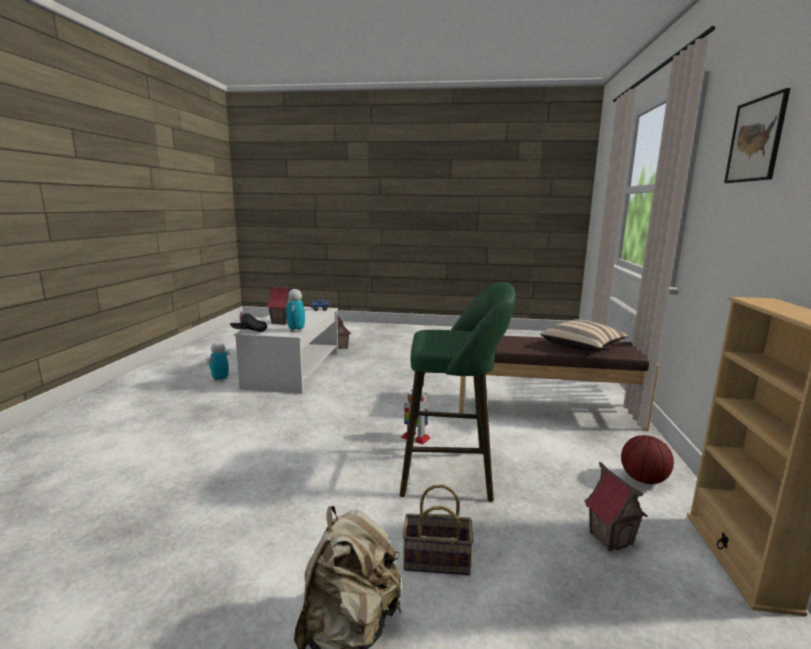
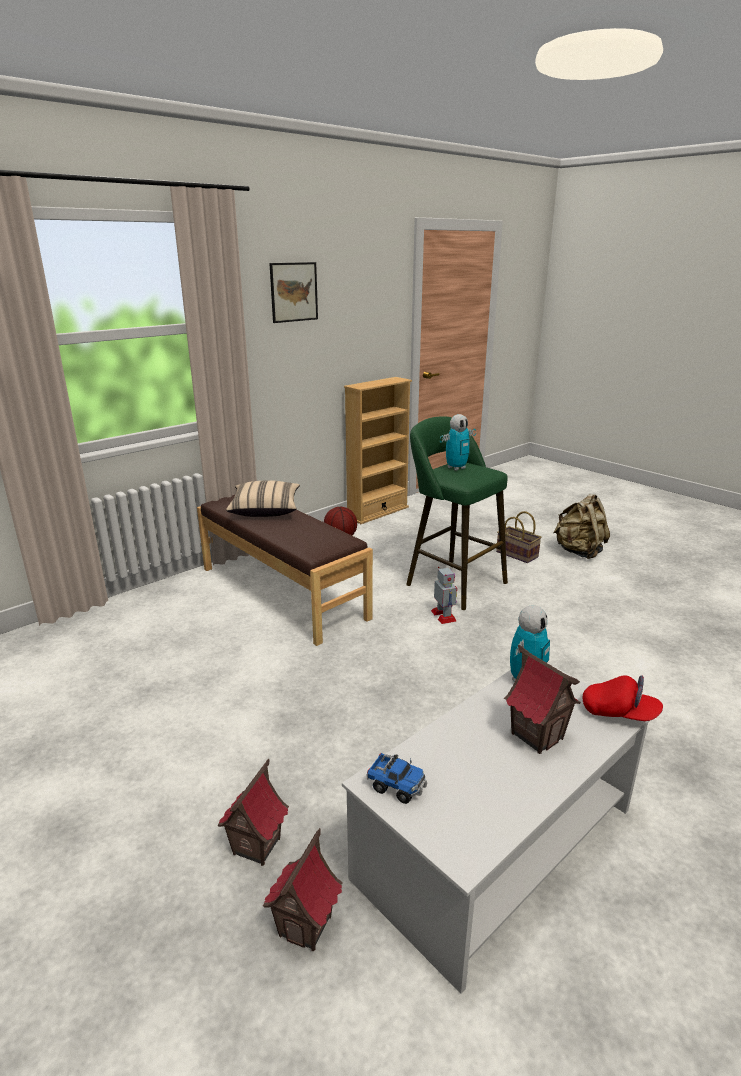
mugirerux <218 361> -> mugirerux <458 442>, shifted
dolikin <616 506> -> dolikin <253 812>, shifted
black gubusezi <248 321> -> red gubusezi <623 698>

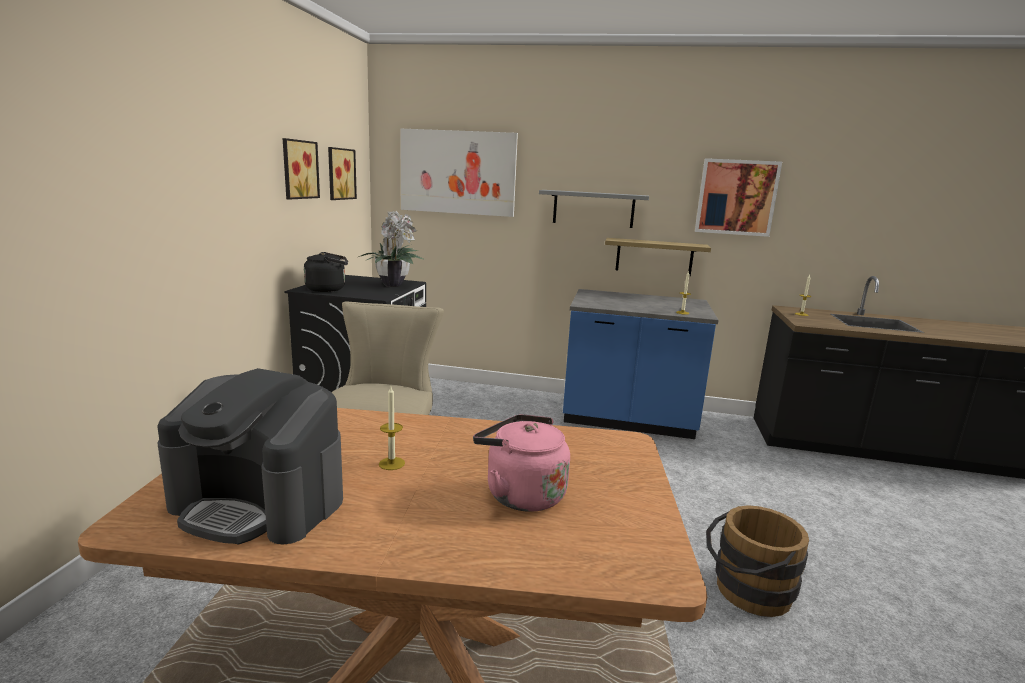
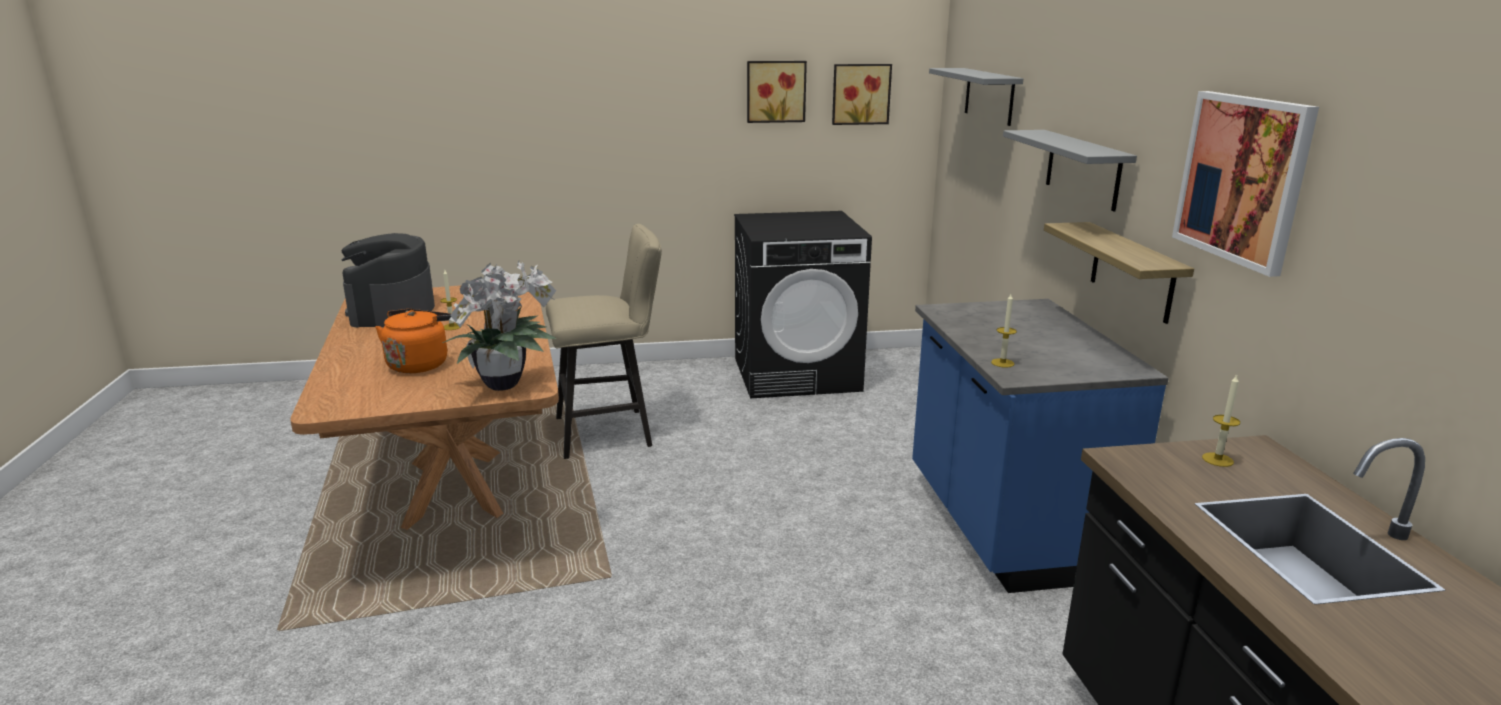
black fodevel <326 272> -> none
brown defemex <757 561> -> none
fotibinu <392 248> -> fotibinu <500 326>, shifted
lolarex <459 172> -> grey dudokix <976 97>
pink fodevel <521 463> -> orange fodevel <413 341>

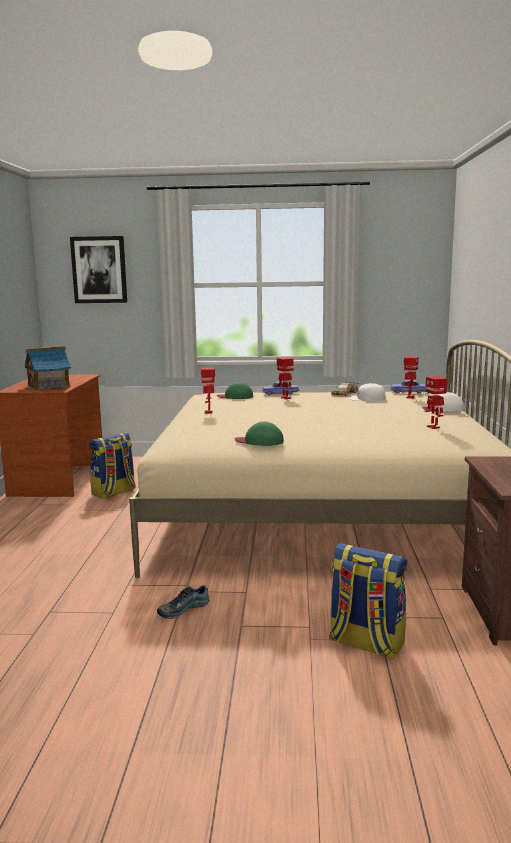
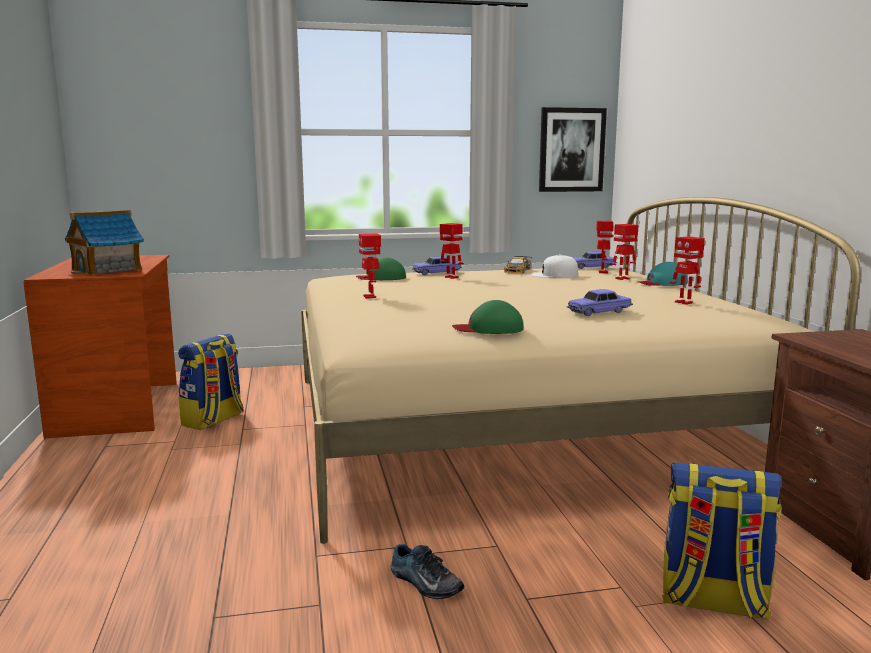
none -> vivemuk <600 302>
none -> mugirerux <624 252>
lolarex <98 269> -> lolarex <573 149>, shifted
white gubusezi <443 402> -> turquoise gubusezi <663 274>
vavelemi <183 602> -> vavelemi <427 571>, 90 degrees counterclockwise

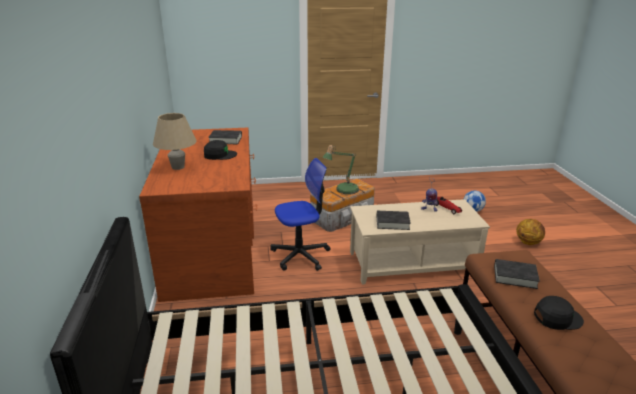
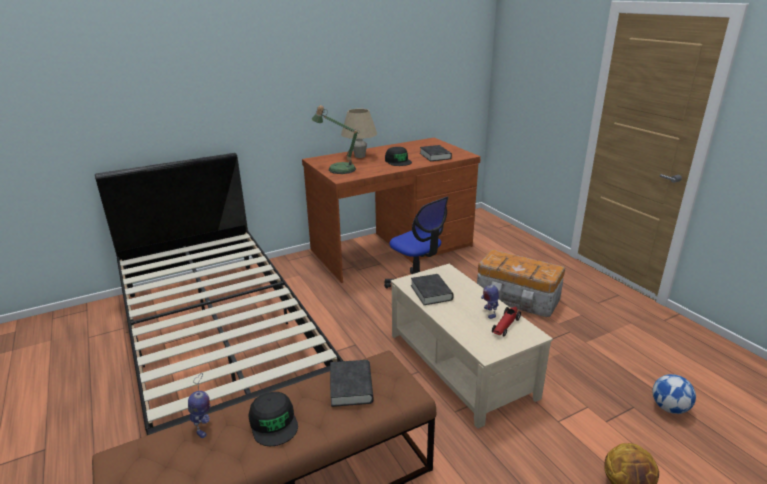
none -> mugirerux <199 405>
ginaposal <341 169> -> ginaposal <335 139>, shifted

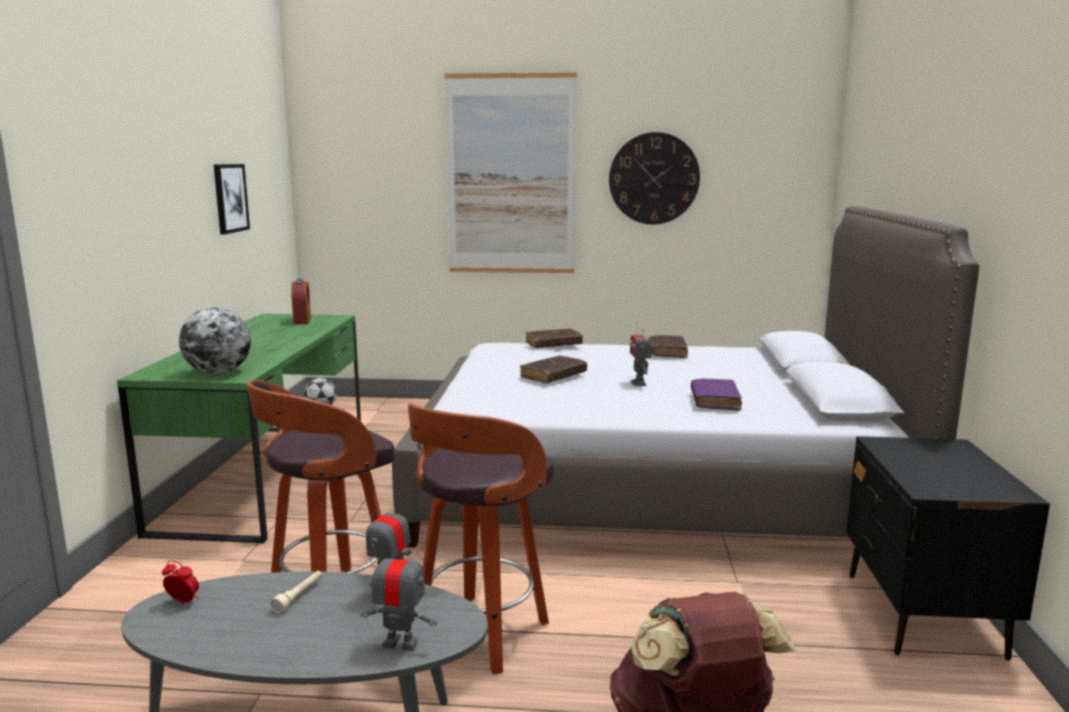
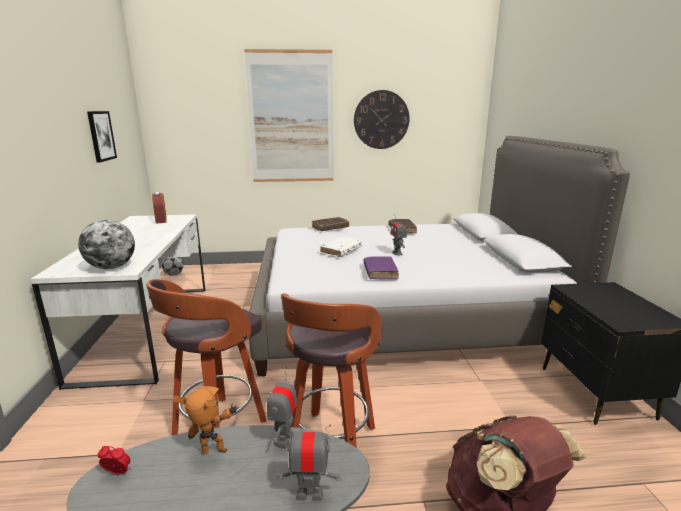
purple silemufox <716 394> -> purple silemufox <381 268>, shifted
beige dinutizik <296 592> -> mugirerux <205 420>
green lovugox <239 429> -> white lovugox <117 302>
brown silemufox <553 369> -> white silemufox <341 247>

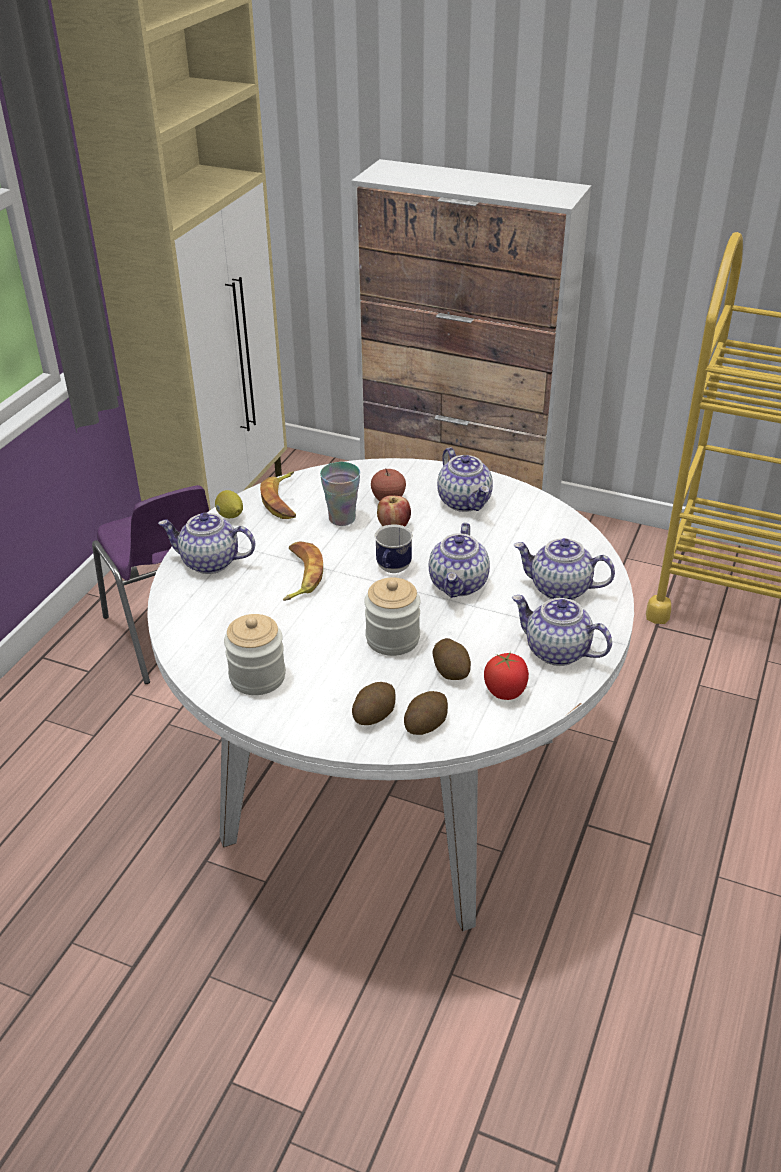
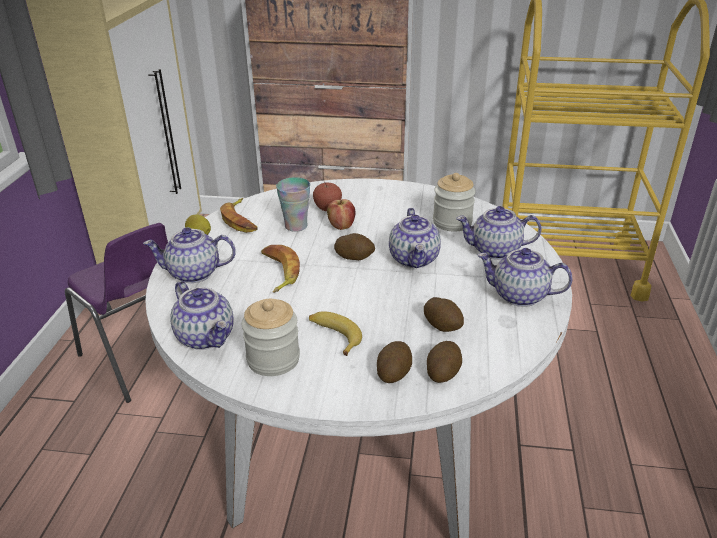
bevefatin <506 676> -> none
none -> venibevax <335 333>
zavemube <392 616> -> zavemube <454 202>, shifted
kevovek <465 479> -> kevovek <202 315>, shifted
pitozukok <393 548> -> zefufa <354 246>

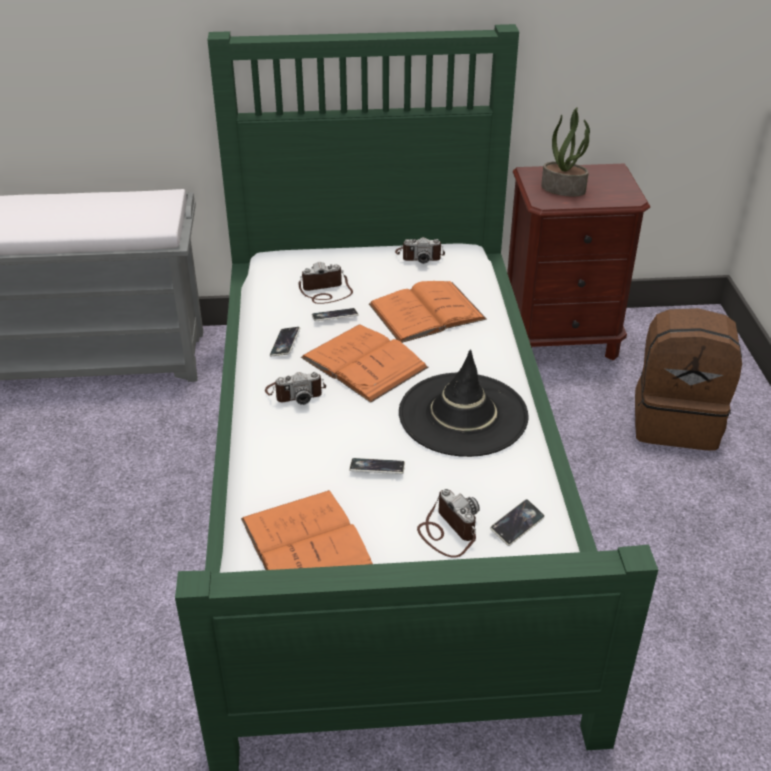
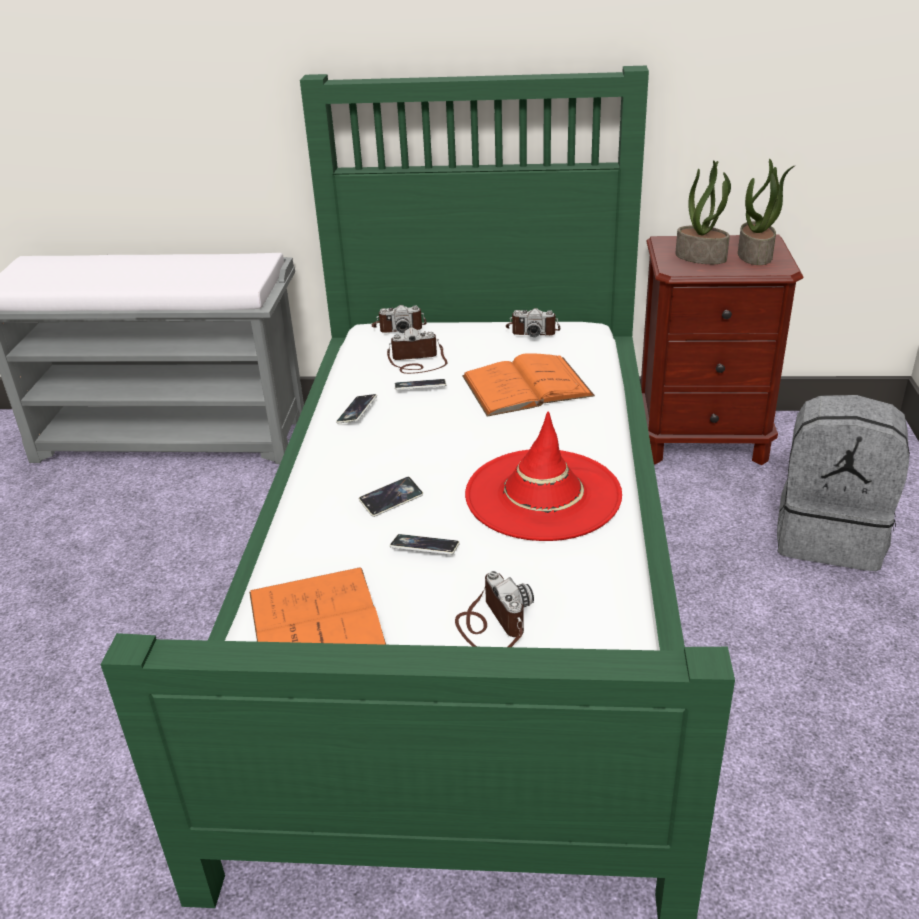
orange silemufox <364 364> -> none
none -> fotibinu <766 212>
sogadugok <295 388> -> sogadugok <399 319>, shifted
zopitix <517 522> -> zopitix <391 497>, shifted
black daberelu <464 403> -> red daberelu <543 476>
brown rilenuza <688 379> -> grey rilenuza <843 483>

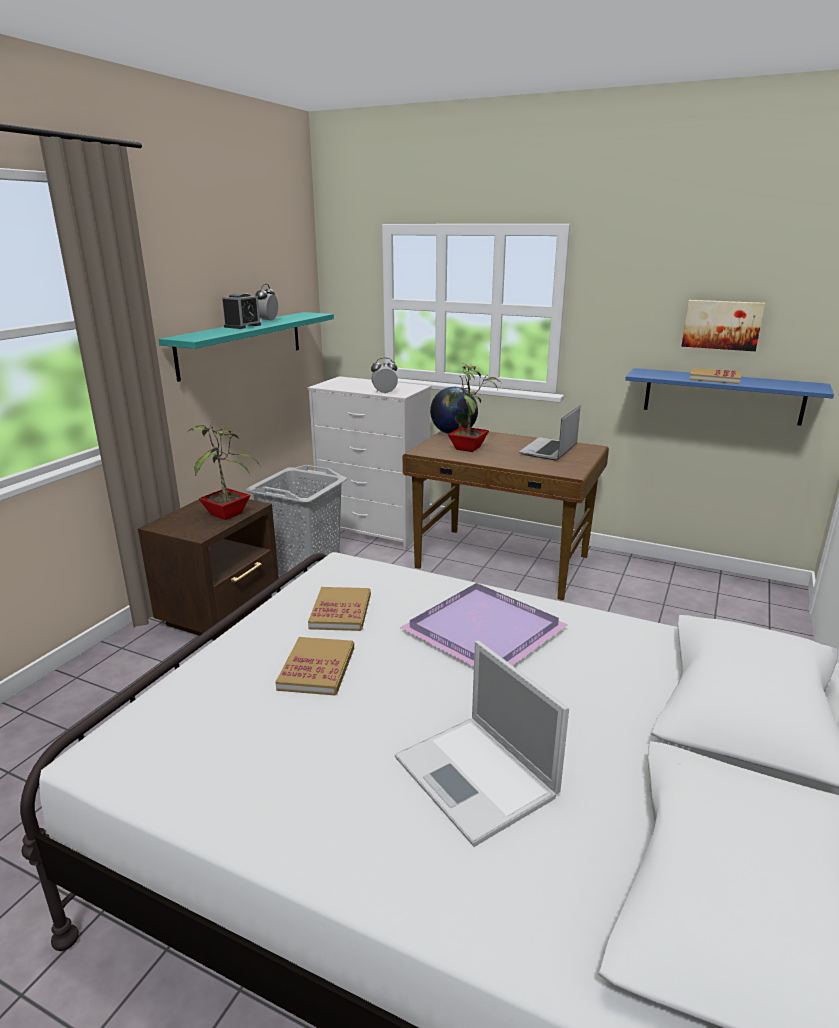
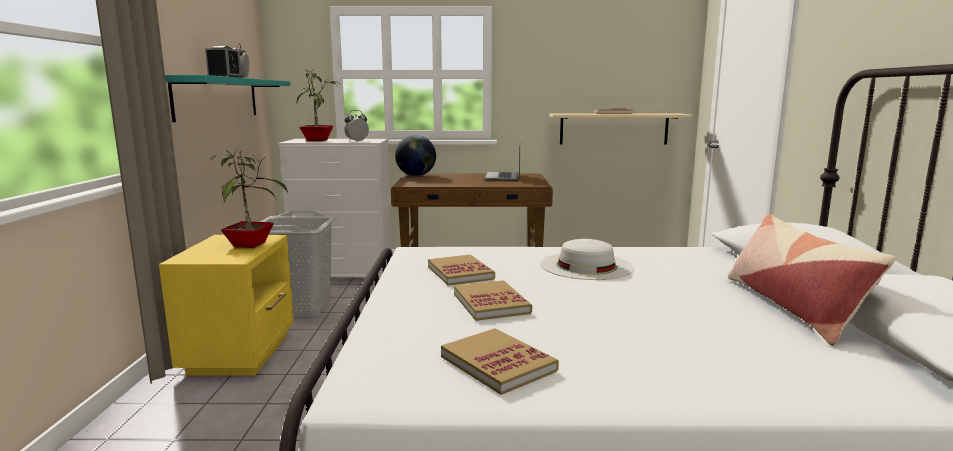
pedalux <482 744> -> none
lolarex <723 325> -> none
none -> silemufox <500 361>
none -> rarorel <812 280>
fotibinu <474 407> -> fotibinu <317 104>, shifted
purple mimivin <484 625> -> white daberelu <587 259>
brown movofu <208 566> -> yellow movofu <226 305>
blue dudokix <729 397> -> beige dudokix <621 128>

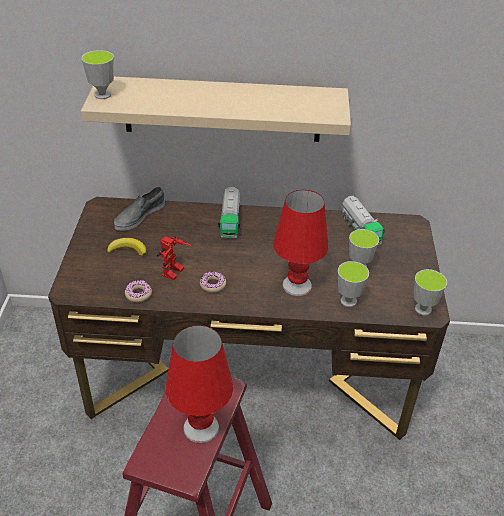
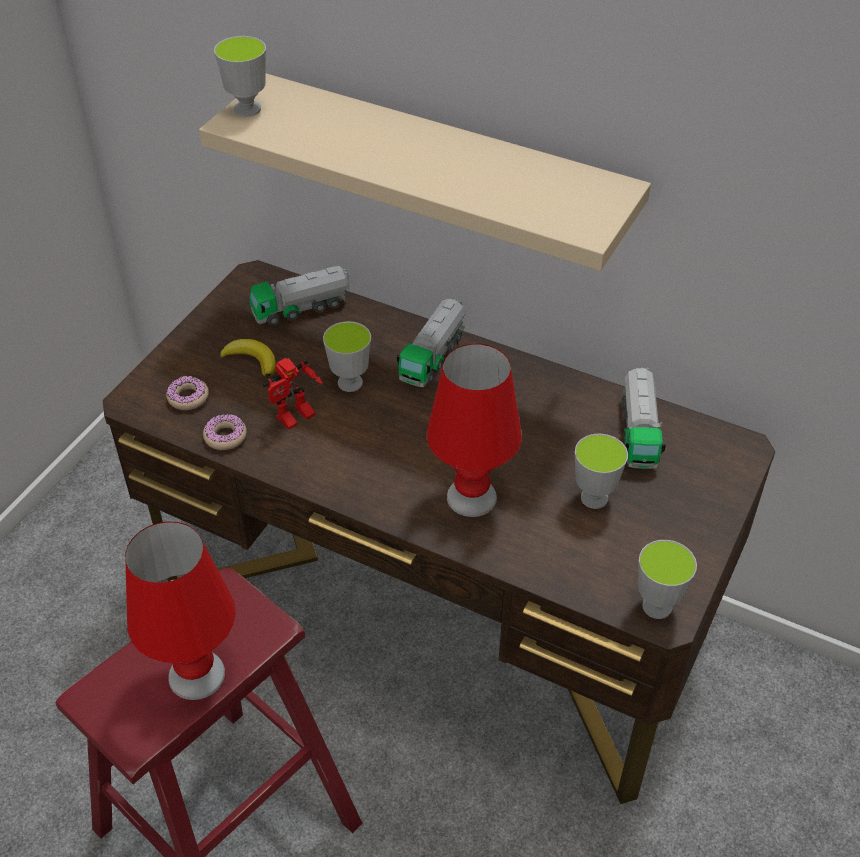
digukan <213 282> -> digukan <187 393>, shifted
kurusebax <353 284> -> kurusebax <347 356>, shifted
grey vavelemi <139 209> -> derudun <299 296>

